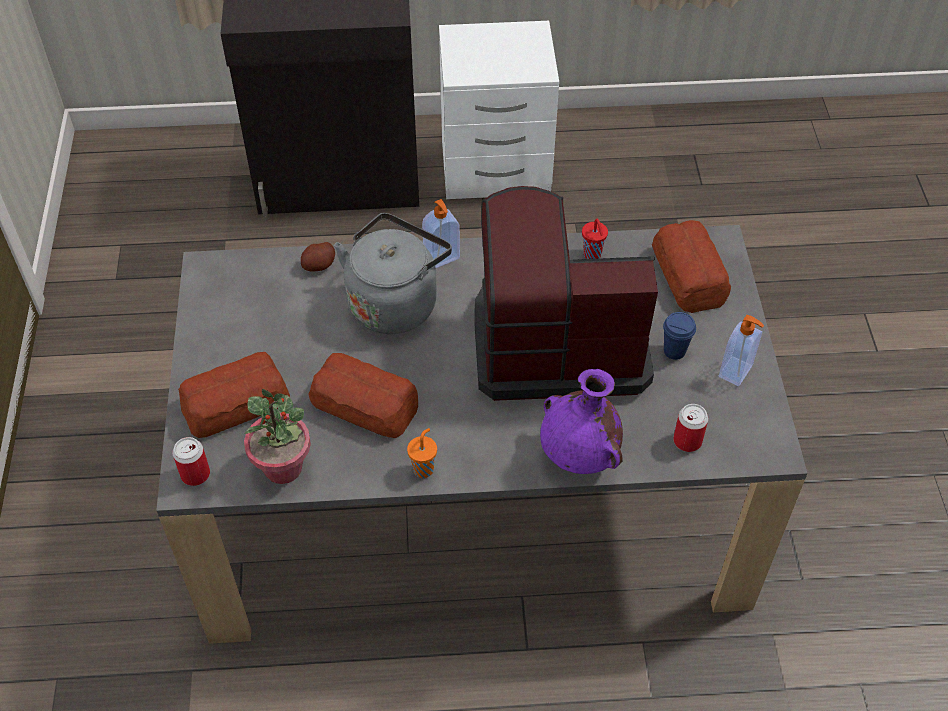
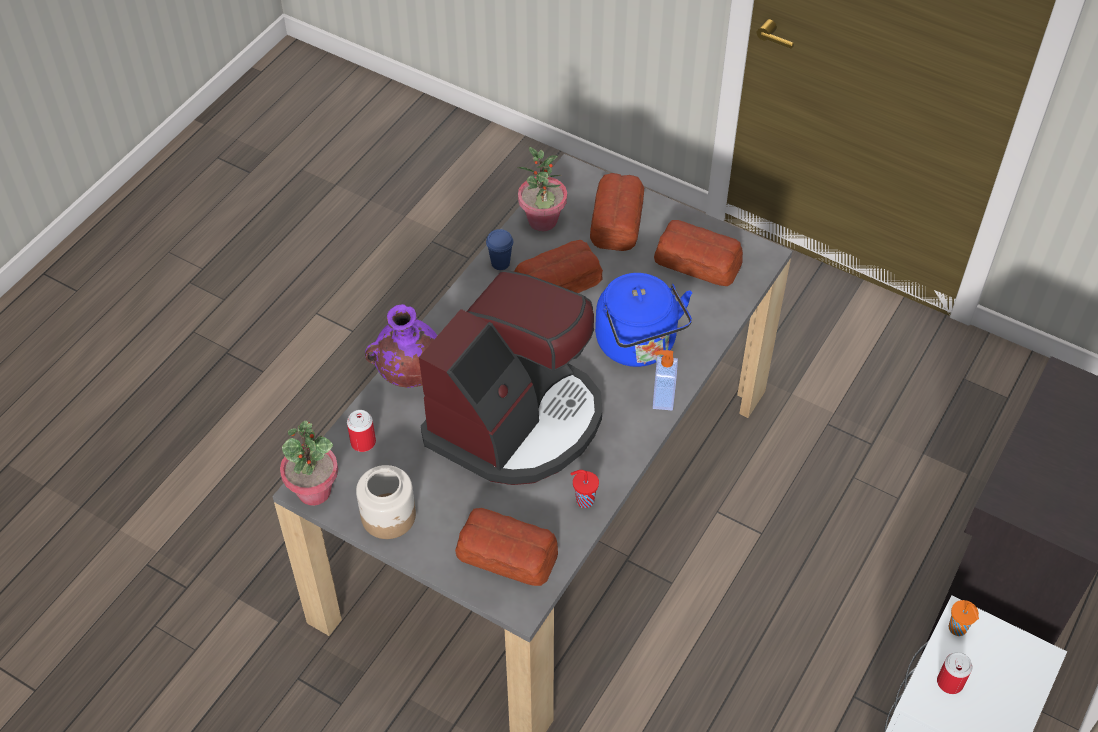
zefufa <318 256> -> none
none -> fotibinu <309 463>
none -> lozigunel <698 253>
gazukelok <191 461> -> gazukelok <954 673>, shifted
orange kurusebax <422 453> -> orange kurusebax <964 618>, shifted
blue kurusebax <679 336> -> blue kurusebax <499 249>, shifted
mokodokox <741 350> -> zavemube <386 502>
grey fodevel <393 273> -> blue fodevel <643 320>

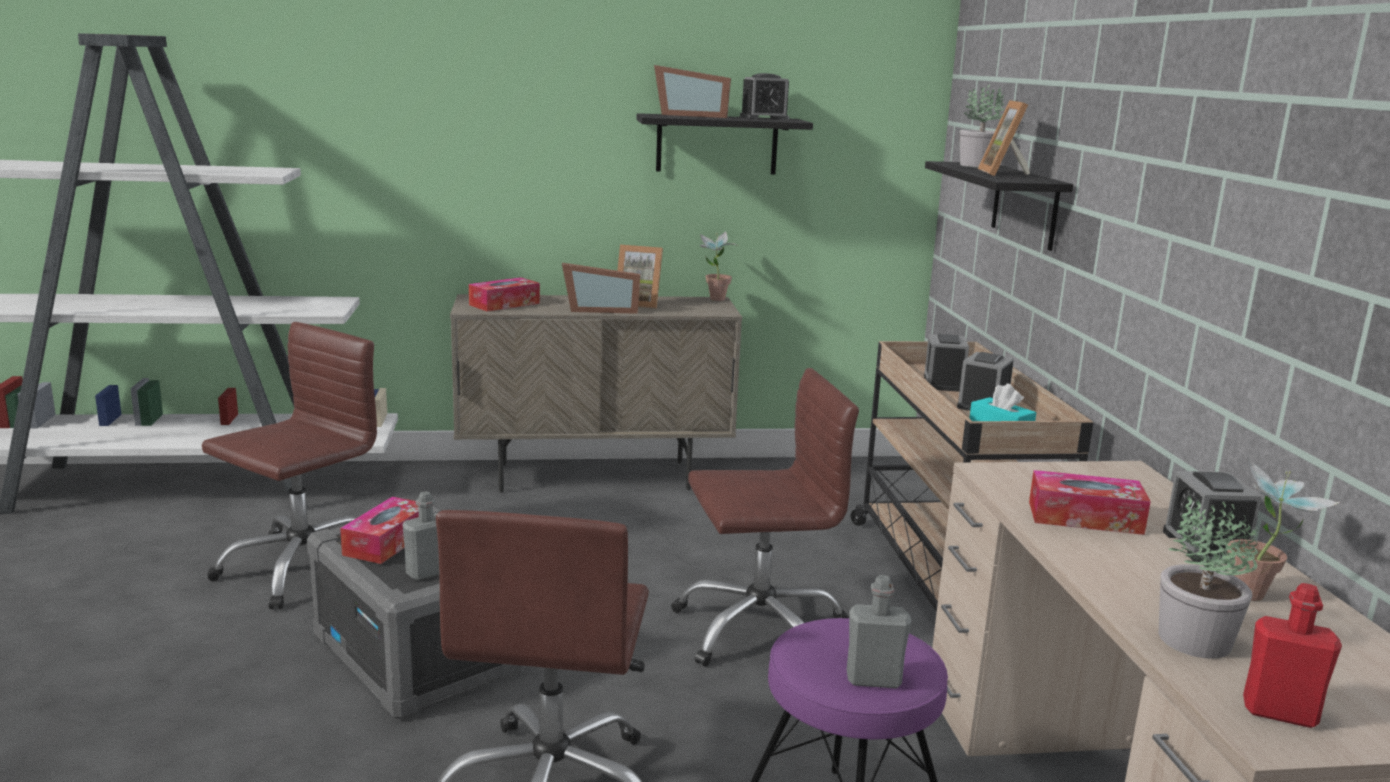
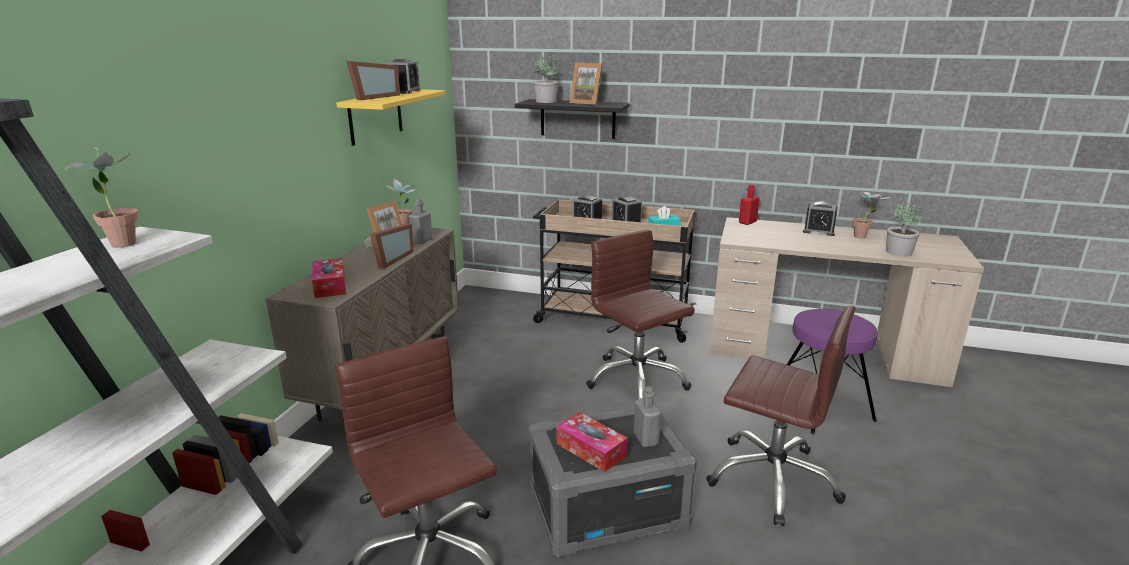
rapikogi <1090 502> -> none
none -> fotibinu <101 197>
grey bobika <879 631> -> grey bobika <420 221>, shifted
red bobika <1292 655> -> red bobika <749 204>, shifted
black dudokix <724 143> -> yellow dudokix <391 117>
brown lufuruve <765 517> -> brown lufuruve <640 314>, 45 degrees counterclockwise

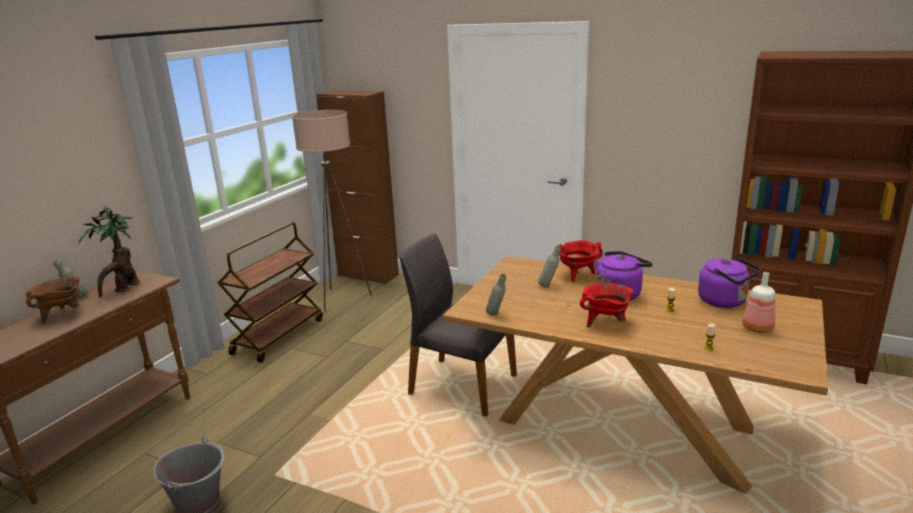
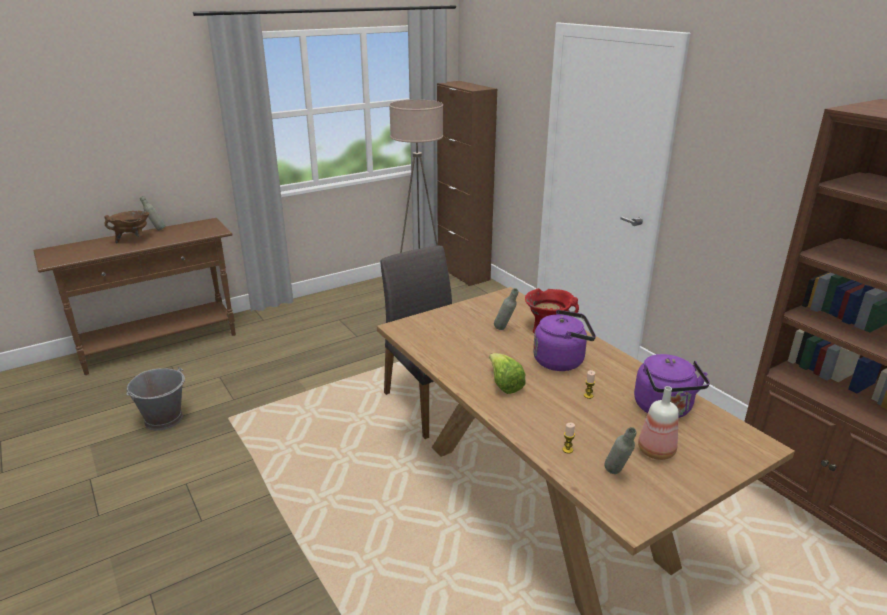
fotibinu <109 252> -> none
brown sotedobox <270 292> -> none
grey bobika <496 295> -> grey bobika <620 450>, shifted
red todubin <607 305> -> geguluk <507 373>

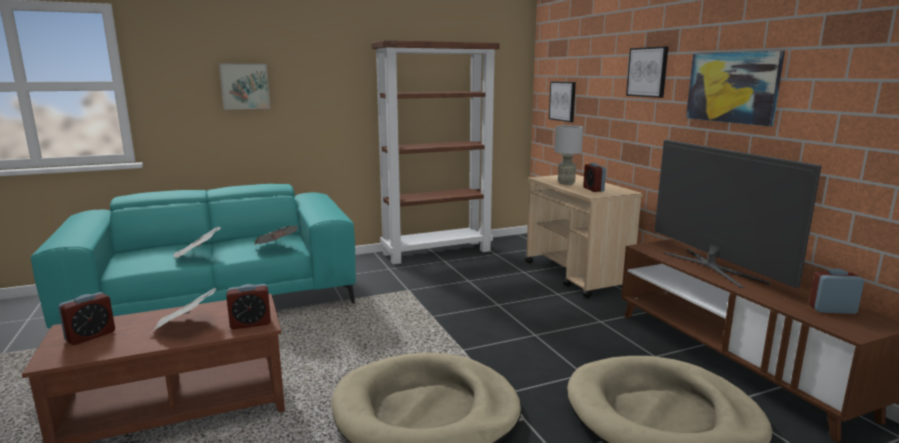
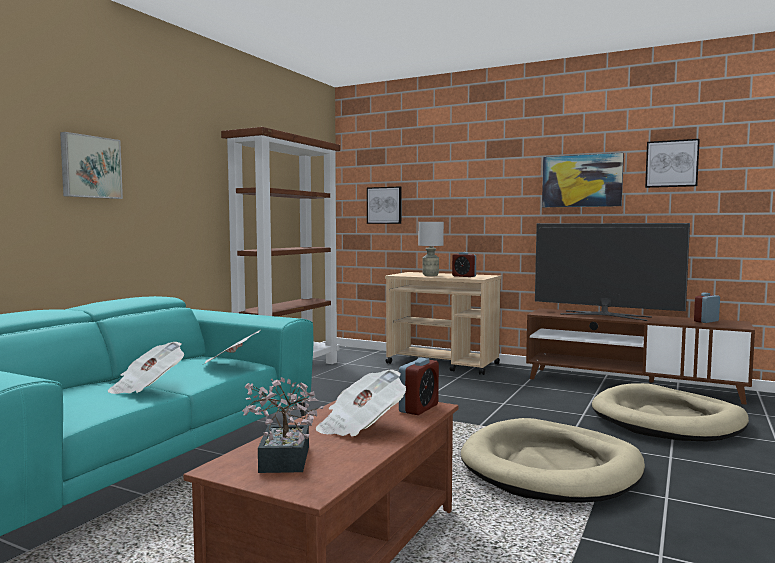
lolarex <647 72> -> lolarex <672 163>, shifted
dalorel <86 318> -> fotibinu <283 425>

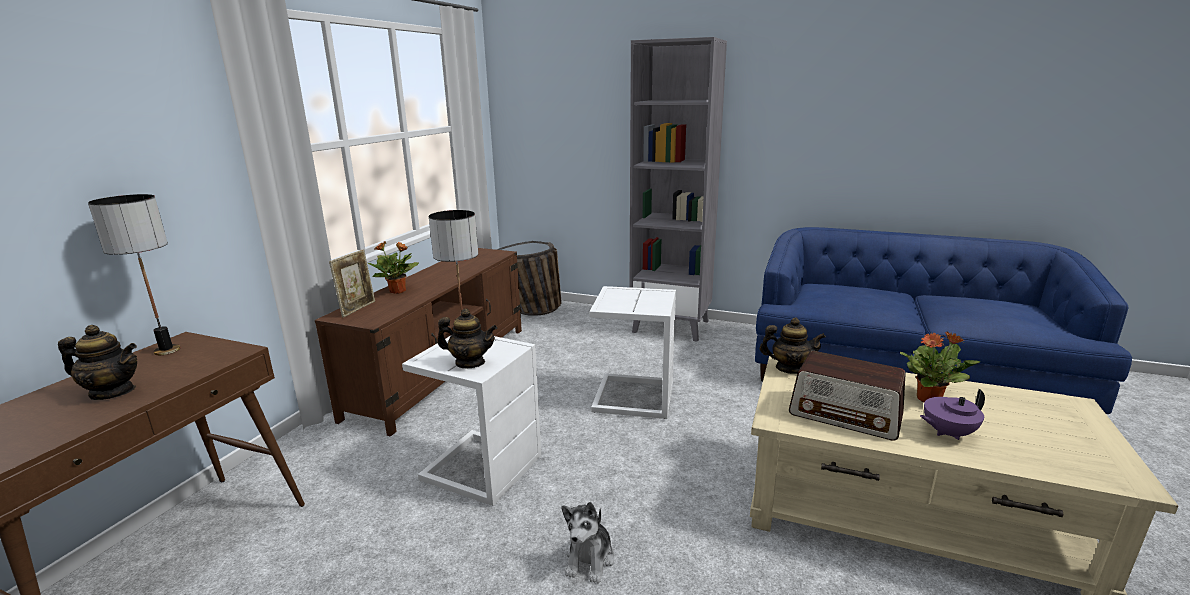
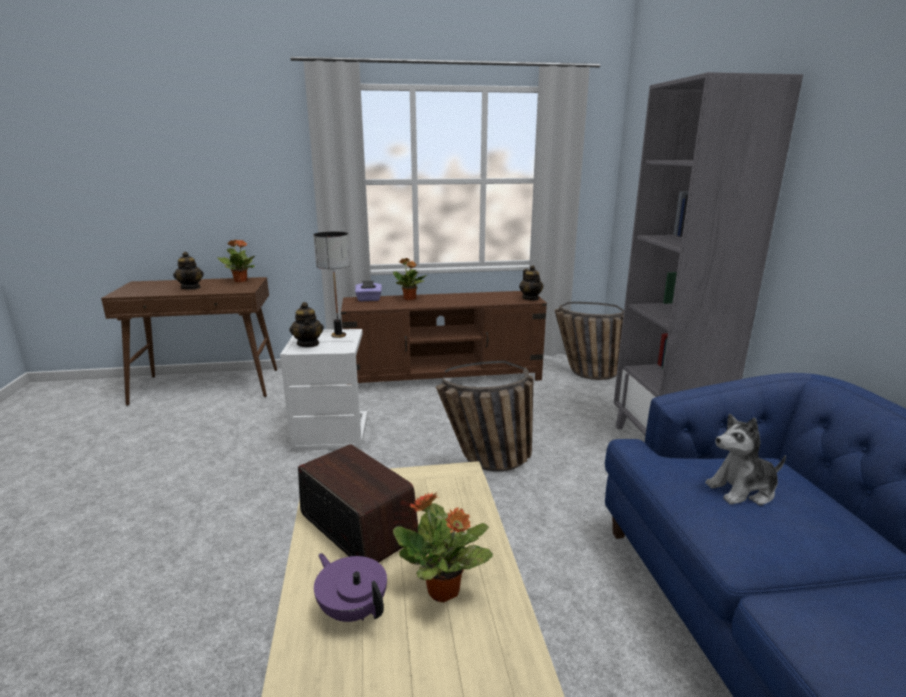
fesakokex <588 543> -> fesakokex <745 459>, shifted
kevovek <793 346> -> kevovek <531 282>, shifted
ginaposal <134 274> -> fotibinu <236 261>
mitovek <352 283> -> purple rapikogi <368 291>
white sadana <632 352> -> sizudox <484 416>
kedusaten <847 396> -> kedusaten <358 503>, 135 degrees clockwise

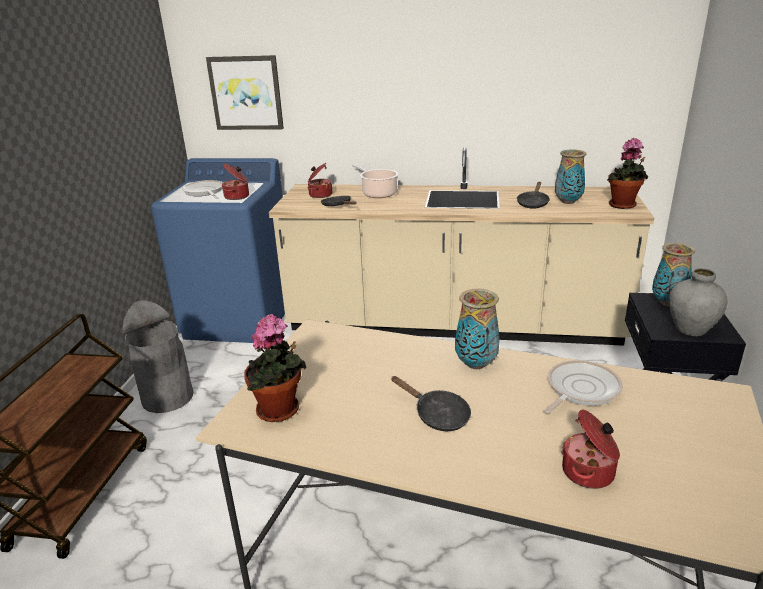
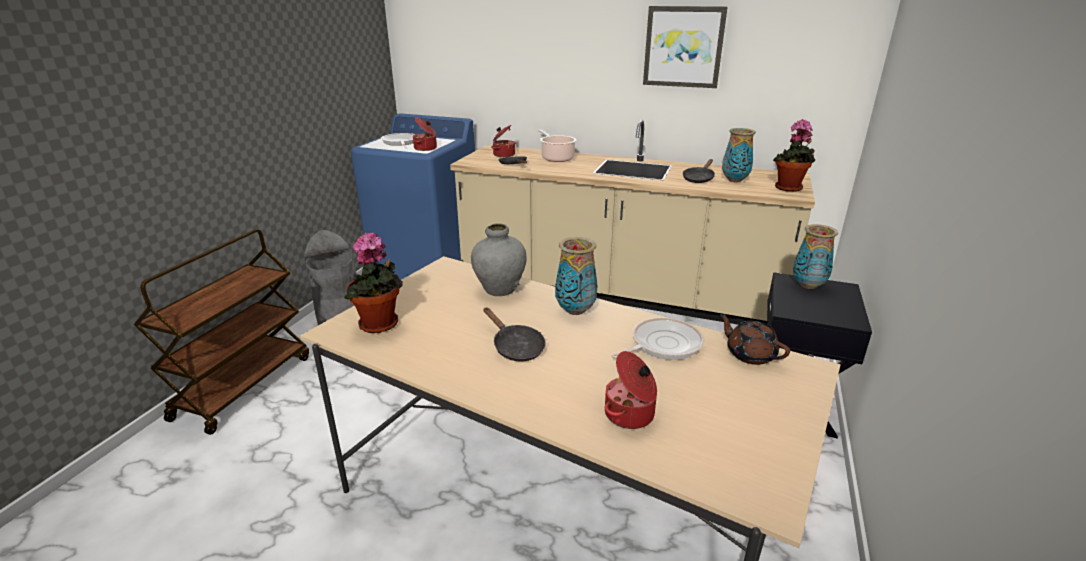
none -> brown kevovek <754 339>
lolarex <245 92> -> lolarex <685 47>, shifted
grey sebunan <698 302> -> grey sebunan <499 259>, shifted

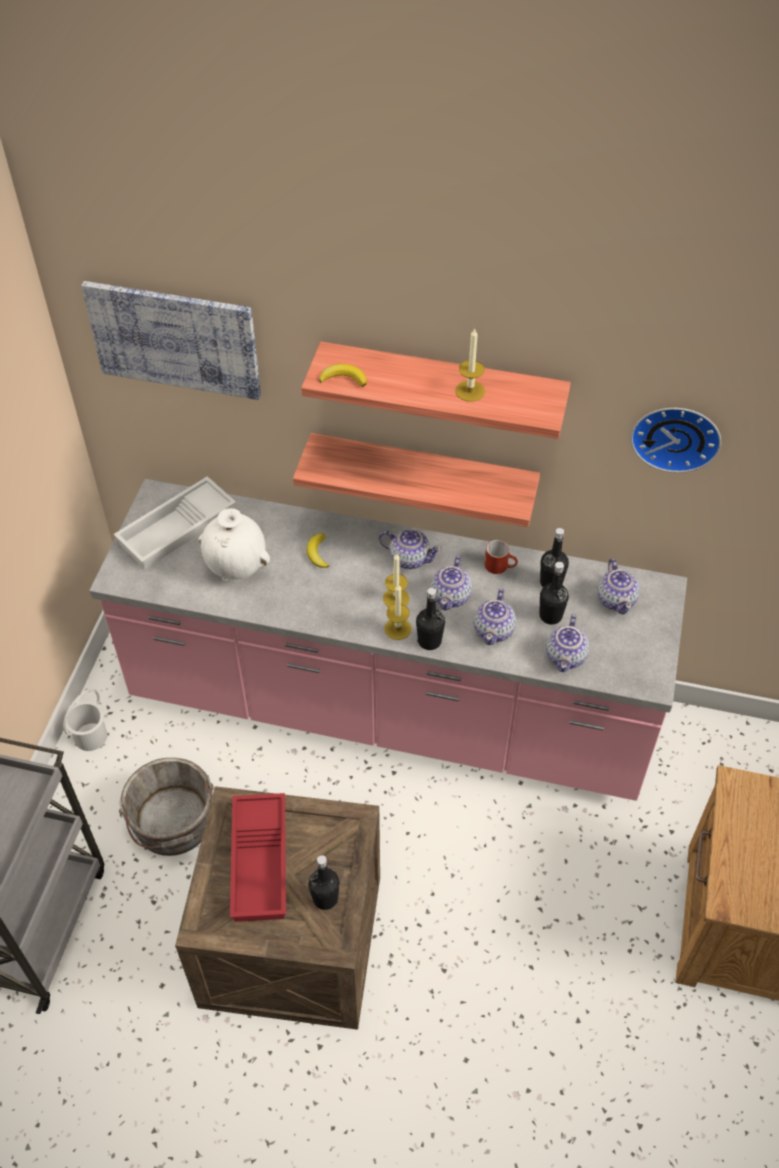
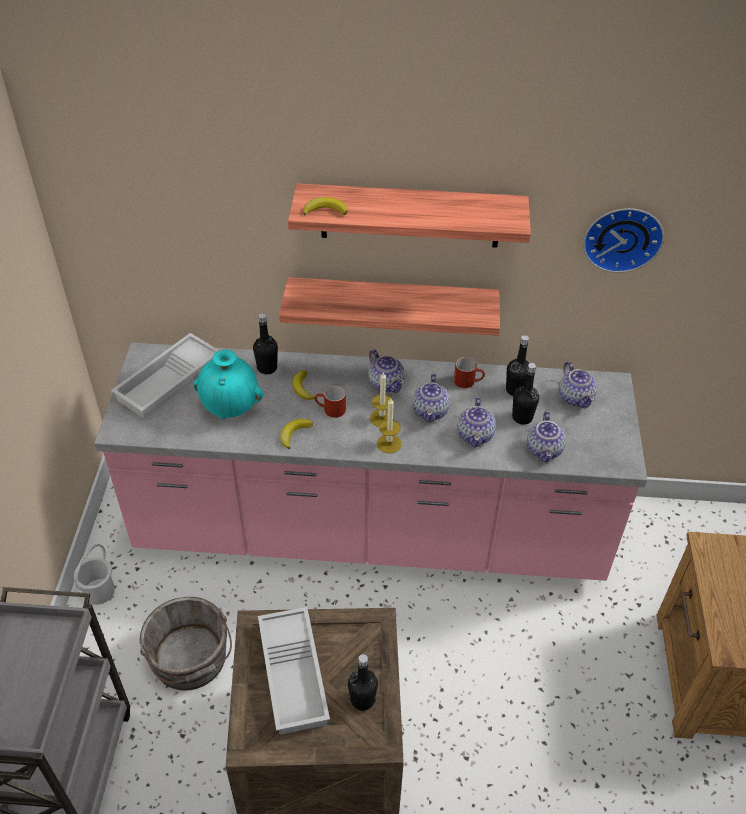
lolarex <171 340> -> none
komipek <470 365> -> none
none -> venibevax <296 434>
none -> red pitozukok <330 402>
black bobika <430 619> -> black bobika <265 343>, shifted
white sebunan <234 544> -> turquoise sebunan <228 385>
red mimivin <258 857> -> white mimivin <294 671>
kevovek <410 549> -> kevovek <386 371>, 45 degrees clockwise

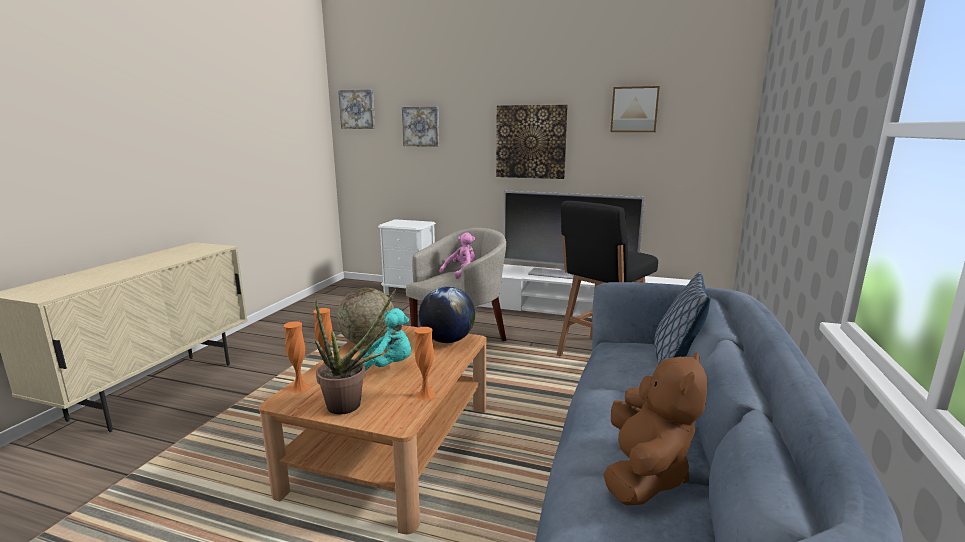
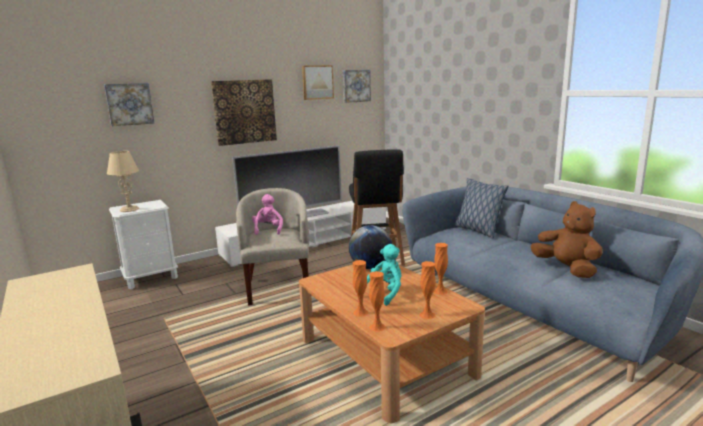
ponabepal <365 317> -> none
none -> beige ginaposal <123 181>
lolarex <356 109> -> lolarex <357 86>, shifted
fotibinu <355 352> -> orange sebunan <428 290>

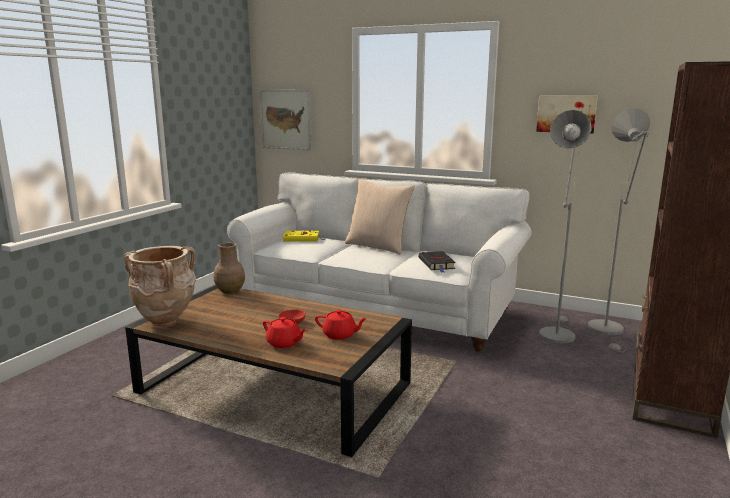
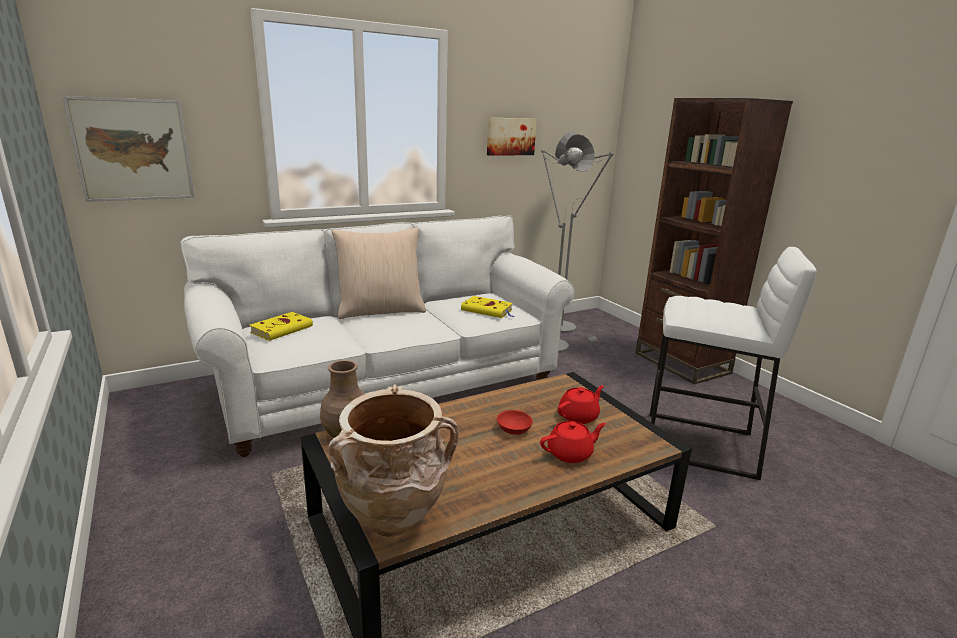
none -> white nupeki <733 363>
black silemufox <437 262> -> yellow silemufox <488 307>

